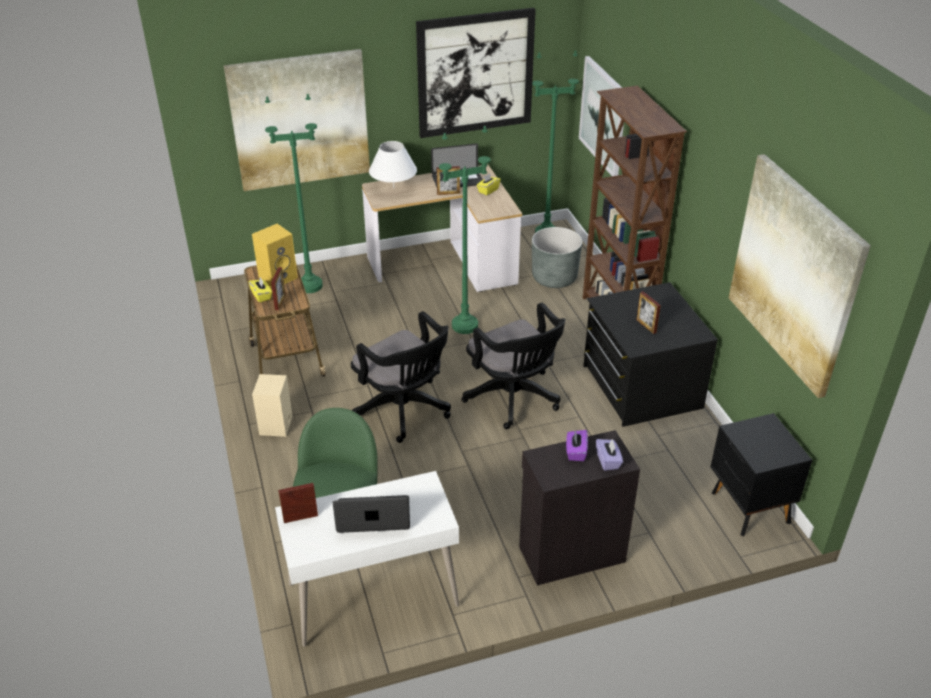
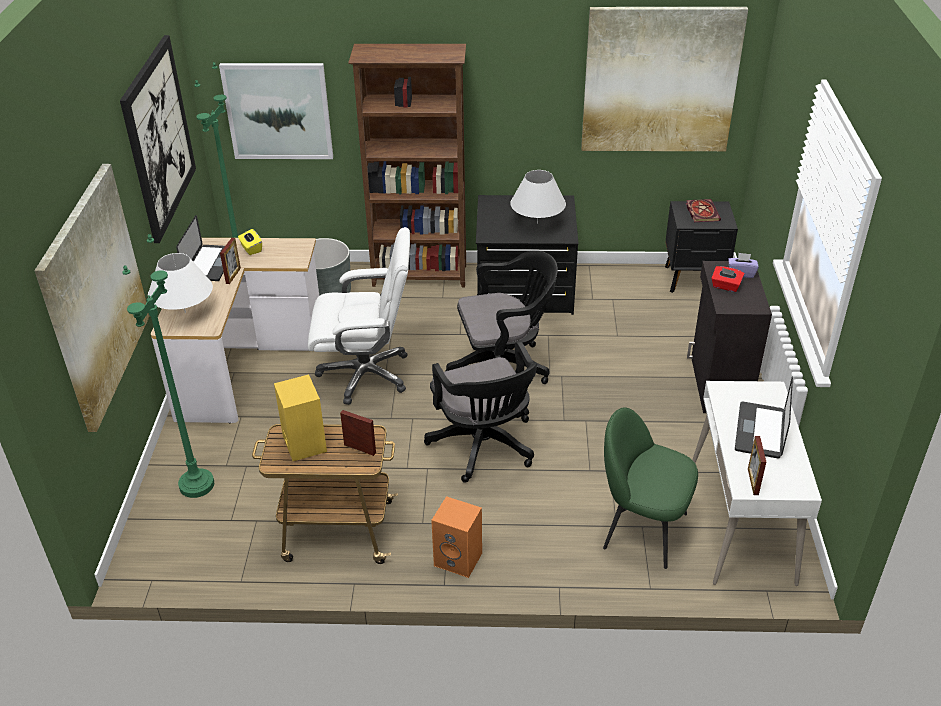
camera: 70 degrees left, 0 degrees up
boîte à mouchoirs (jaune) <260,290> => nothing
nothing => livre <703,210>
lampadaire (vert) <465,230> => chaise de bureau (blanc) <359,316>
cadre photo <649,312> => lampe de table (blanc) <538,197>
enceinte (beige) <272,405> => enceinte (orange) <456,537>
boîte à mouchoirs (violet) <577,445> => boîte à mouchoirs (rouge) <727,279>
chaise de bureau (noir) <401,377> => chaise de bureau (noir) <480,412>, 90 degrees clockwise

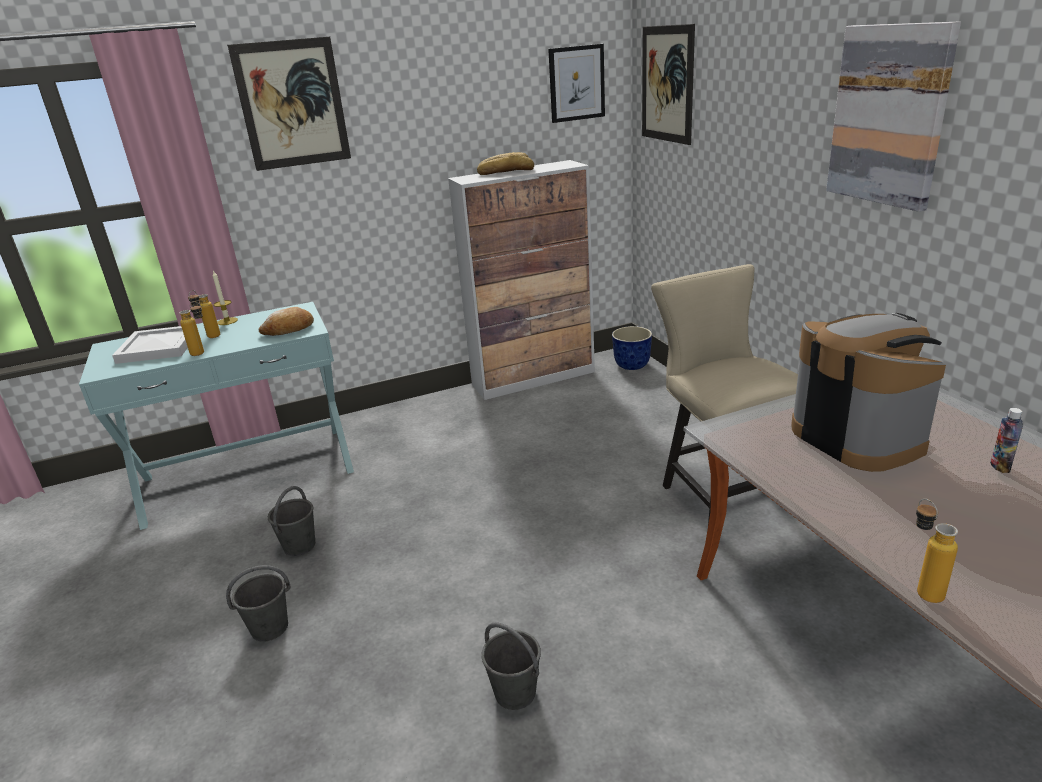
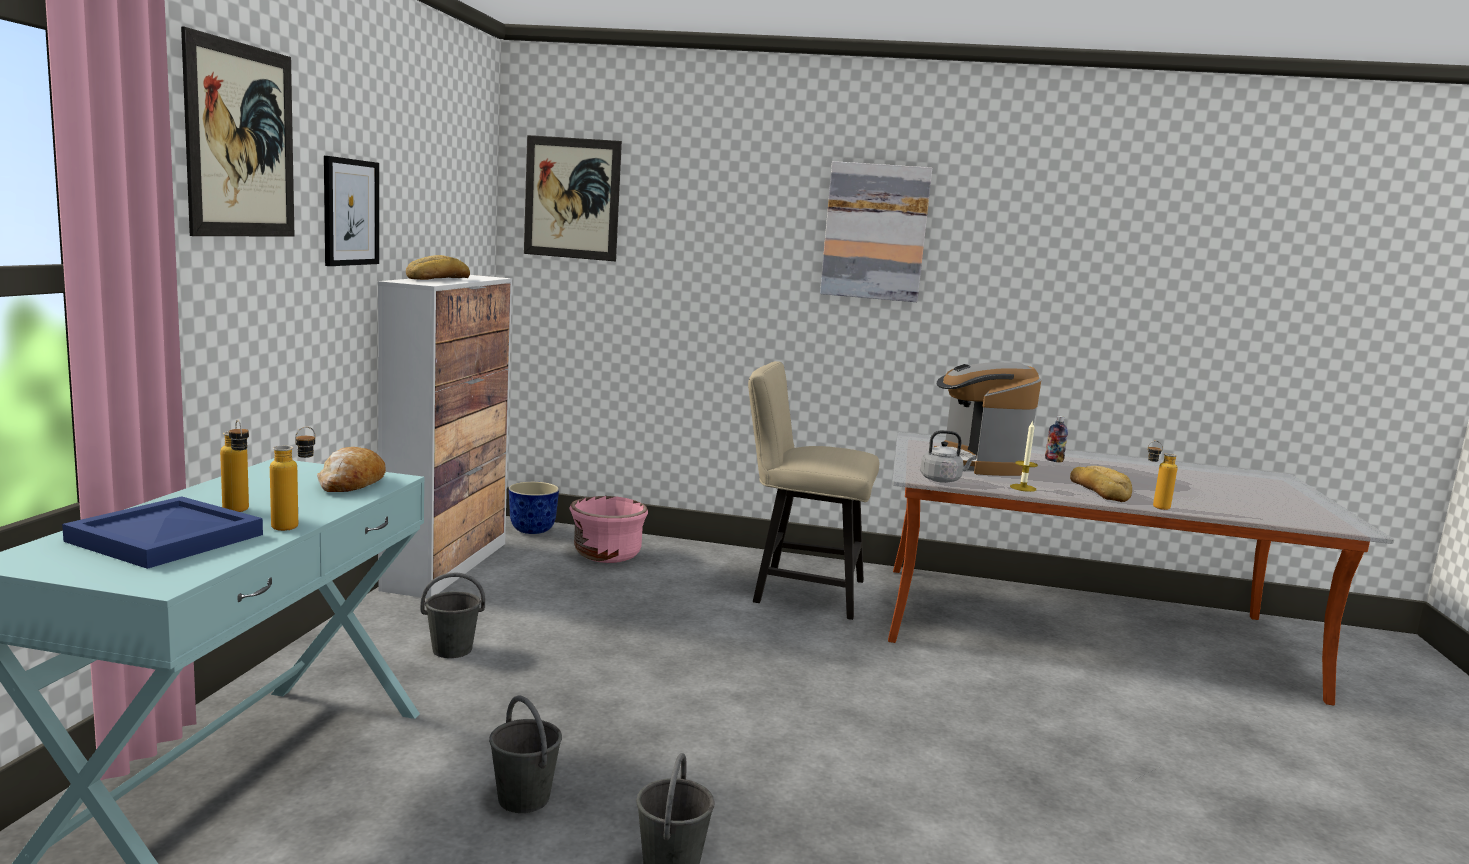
camera: 60 degrees left, 15 degrees down
nothing => cache-pot (rose) <608,529>
nothing => bouilloire (gris) <948,456>
nothing => pain <1101,484>
bougie <225,297> => bougie <1024,456>, move
seau (gris) <511,666> => seau (gris) <452,615>, move
tableau <576,83> => tableau <351,211>, move
plateau (blanc) <150,345> => plateau (bleu) <162,532>
machine à café <868,392> => machine à café <987,419>, 105 degrees counterclockwise

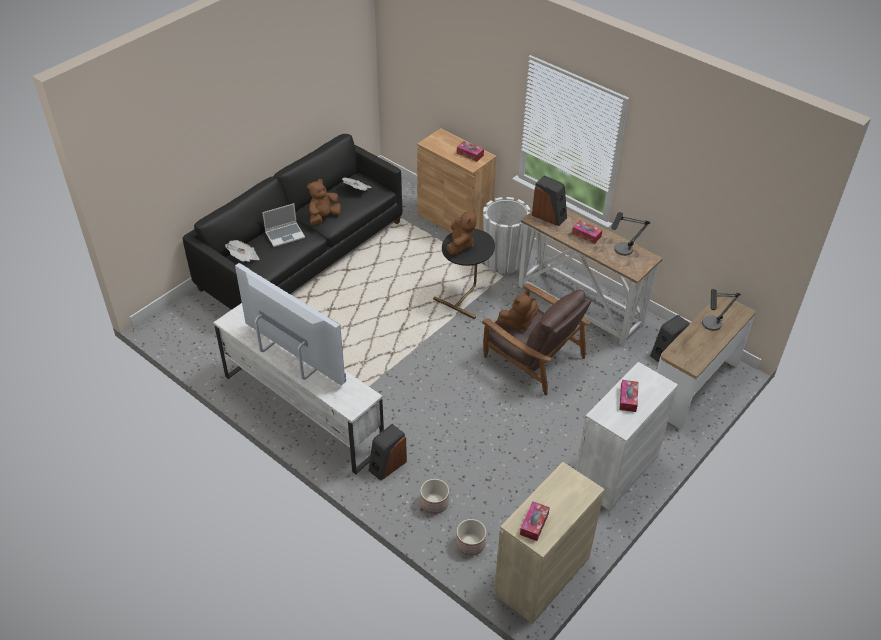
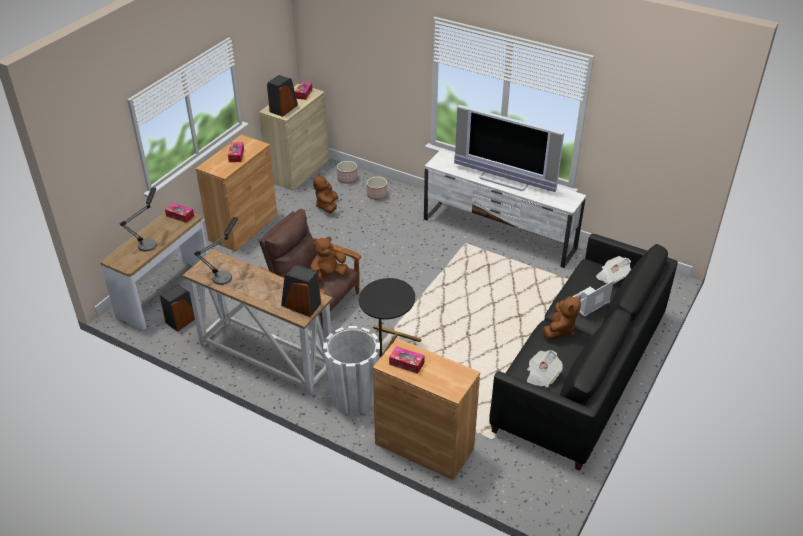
camera: 170 degrees right, 5 degrees down
enceinte <387,452> => enceinte <282,96>, move
peluche (marron) <461,232> => peluche (marron) <325,193>, move
boîte à mouchoirs <587,232> => boîte à mouchoirs <179,213>, move
meuble de rangement (blanc) <627,436> => meuble de rangement (marron) <236,193>

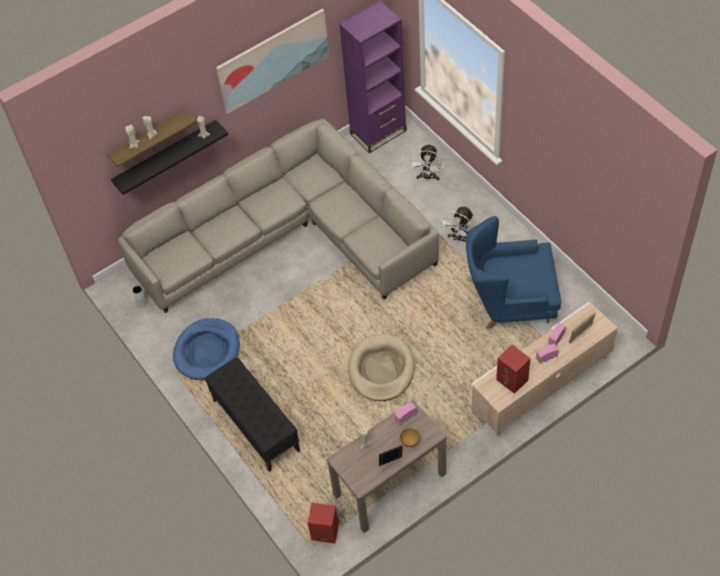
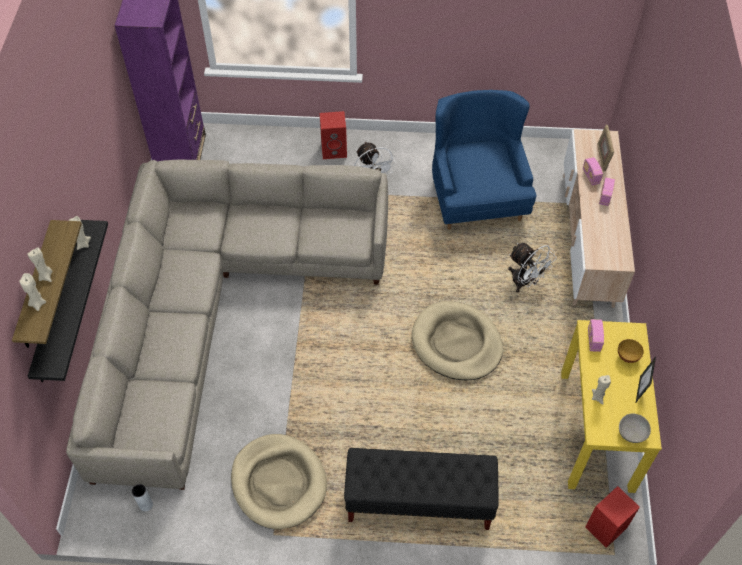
camera: 55 degrees left, 0 degrees up
tableau <272,61> => nothing
nothing => bol (gris) <635,428>
ventilateur (blanc) <427,162> => ventilateur (blanc) <532,268>, move
enceinte (rouge) <513,369> => enceinte (rouge) <333,135>, move
panier pour chien (bleu) <206,349> => panier pour chien (beige) <279,481>
table console (marron) <386,466> => table console (jaune) <611,406>
fauteuil (bleu) <513,272> => fauteuil (bleu) <484,160>, 135 degrees clockwise

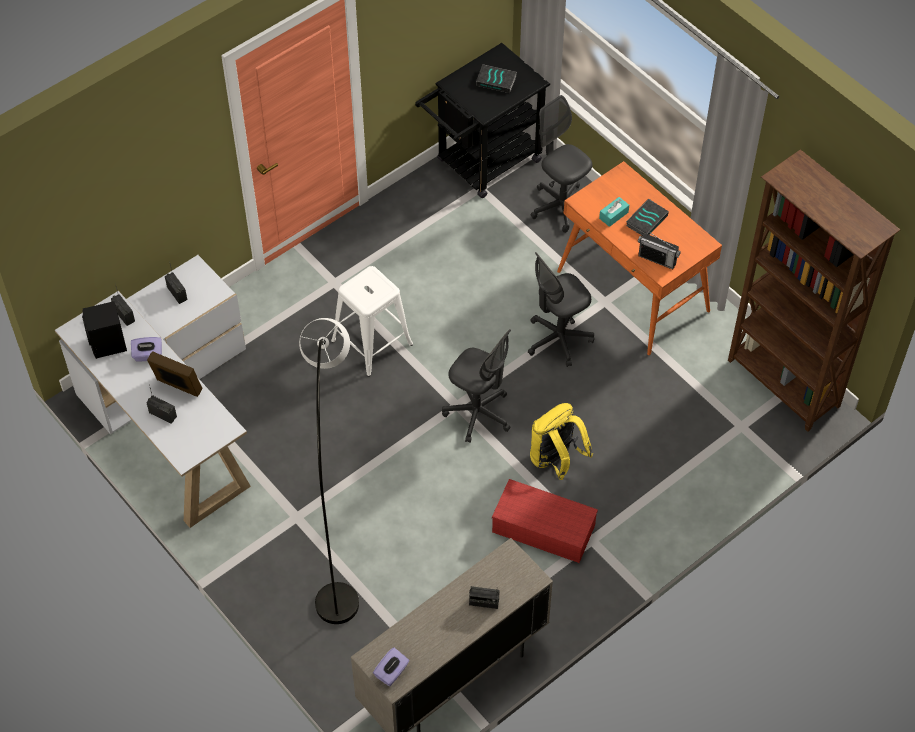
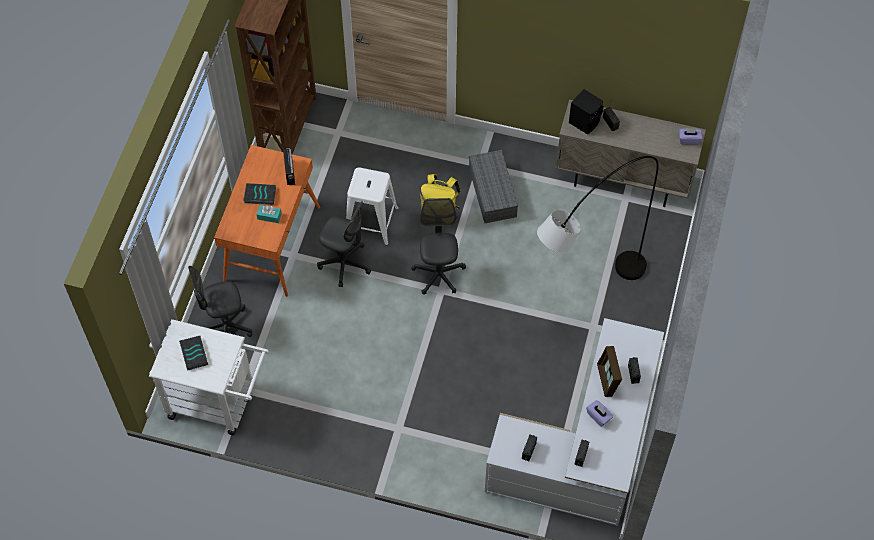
camera: 125 degrees left, 5 degrees up
enceinte (noir) <104,330> => enceinte (noir) <586,112>, move
tabouret (blanc) <372,321> => tabouret (blanc) <372,206>, move
chariot (noir) <482,120> => chariot (blanc) <209,377>
boîte de rangement (rouge) <545,521> => boîte de rangement (gris) <493,187>
chaise de bureau (gris) <561,164> => chaise de bureau (gris) <220,301>, 60 degrees clockwise

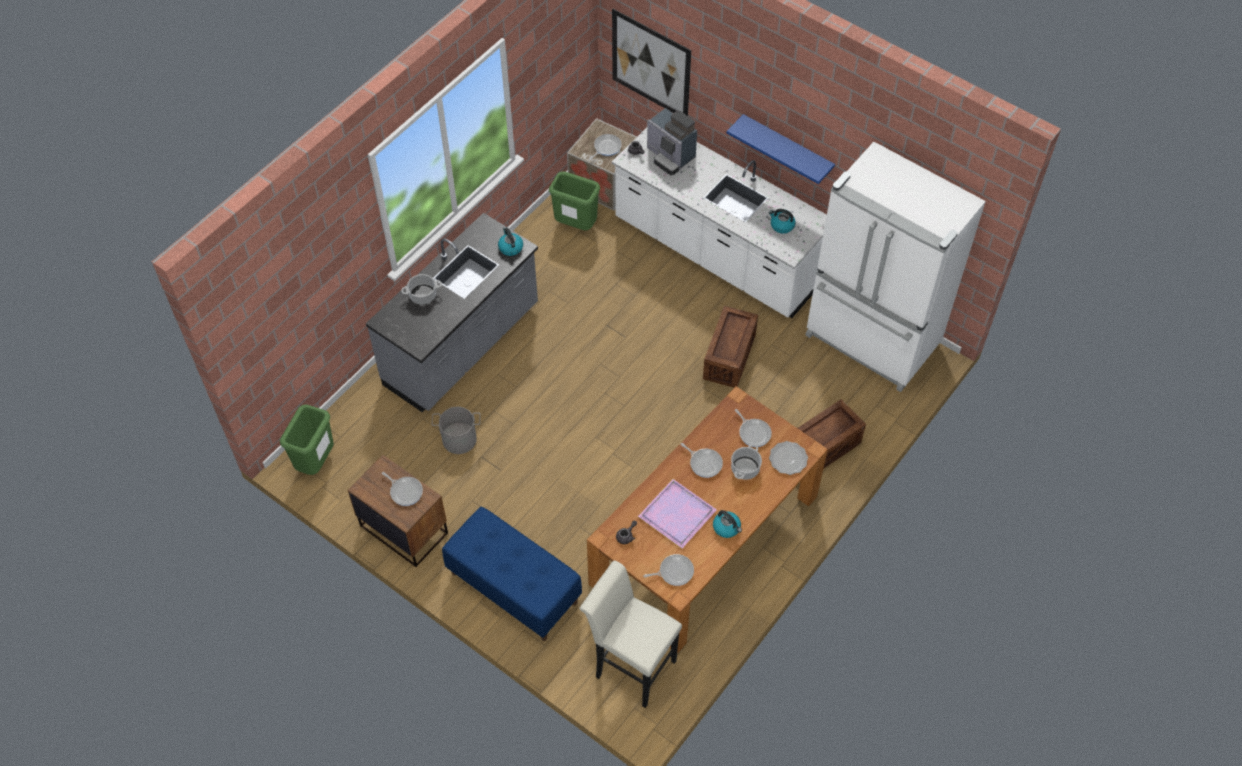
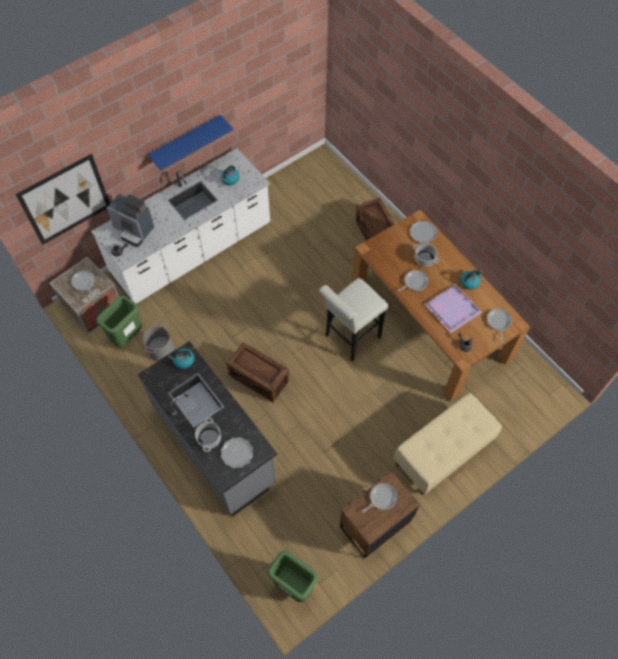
camera: 75 degrees left, 5 degrees up
poêle <753,428> => nothing
réfrigérateur (blanc) <895,267> => nothing
nothing => assiette <237,452>
seau (gris) <456,430> => seau (gris) <158,340>, move
tabouret (blanc) <631,634> => tabouret (blanc) <353,319>, move
caisse <730,347> => caisse <257,372>, move
banc (bleu) <512,574> => banc (beige) <448,444>
machine à café <672,141> => machine à café <130,220>, 60 degrees clockwise

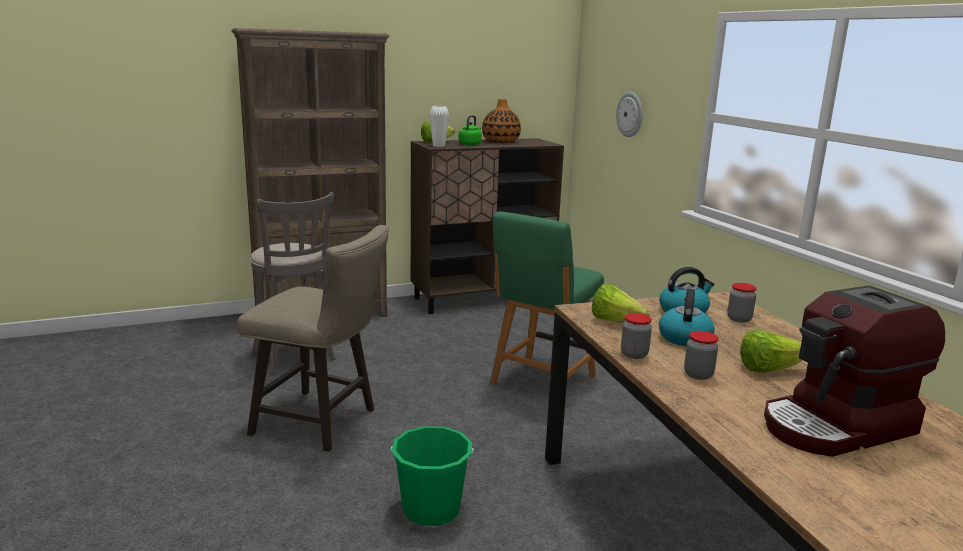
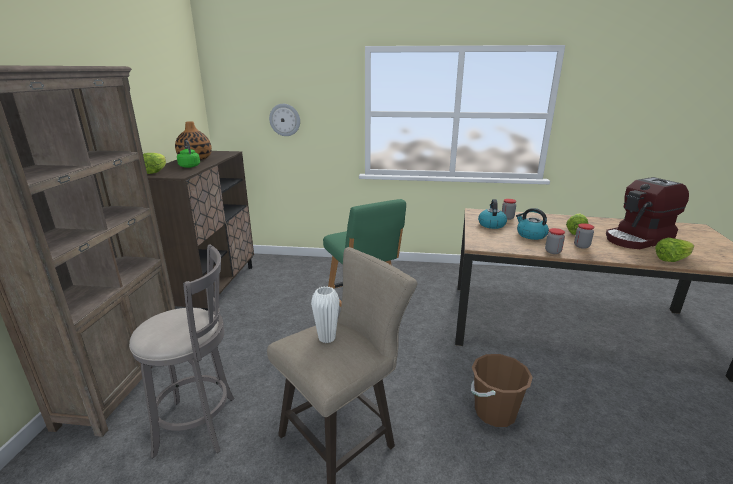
camera: 60 degrees left, 5 degrees up
vase (blanc) <439,126> => vase (blanc) <325,314>, move
laitue <621,303> => laitue <674,250>, move
seau (vert) <432,476> => seau (marron) <502,390>
machine à café <854,371> => machine à café <647,213>, 60 degrees clockwise

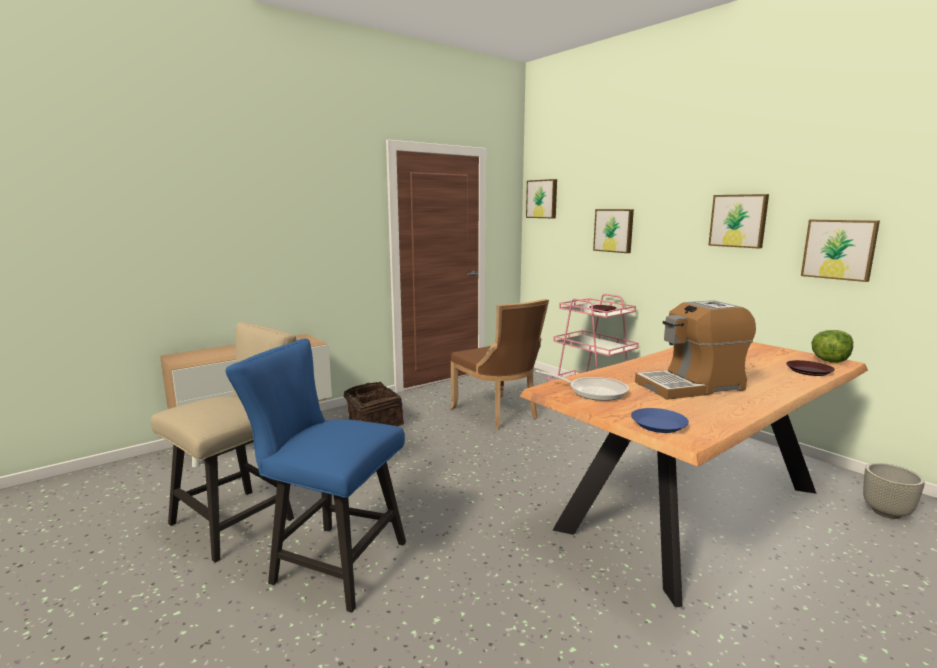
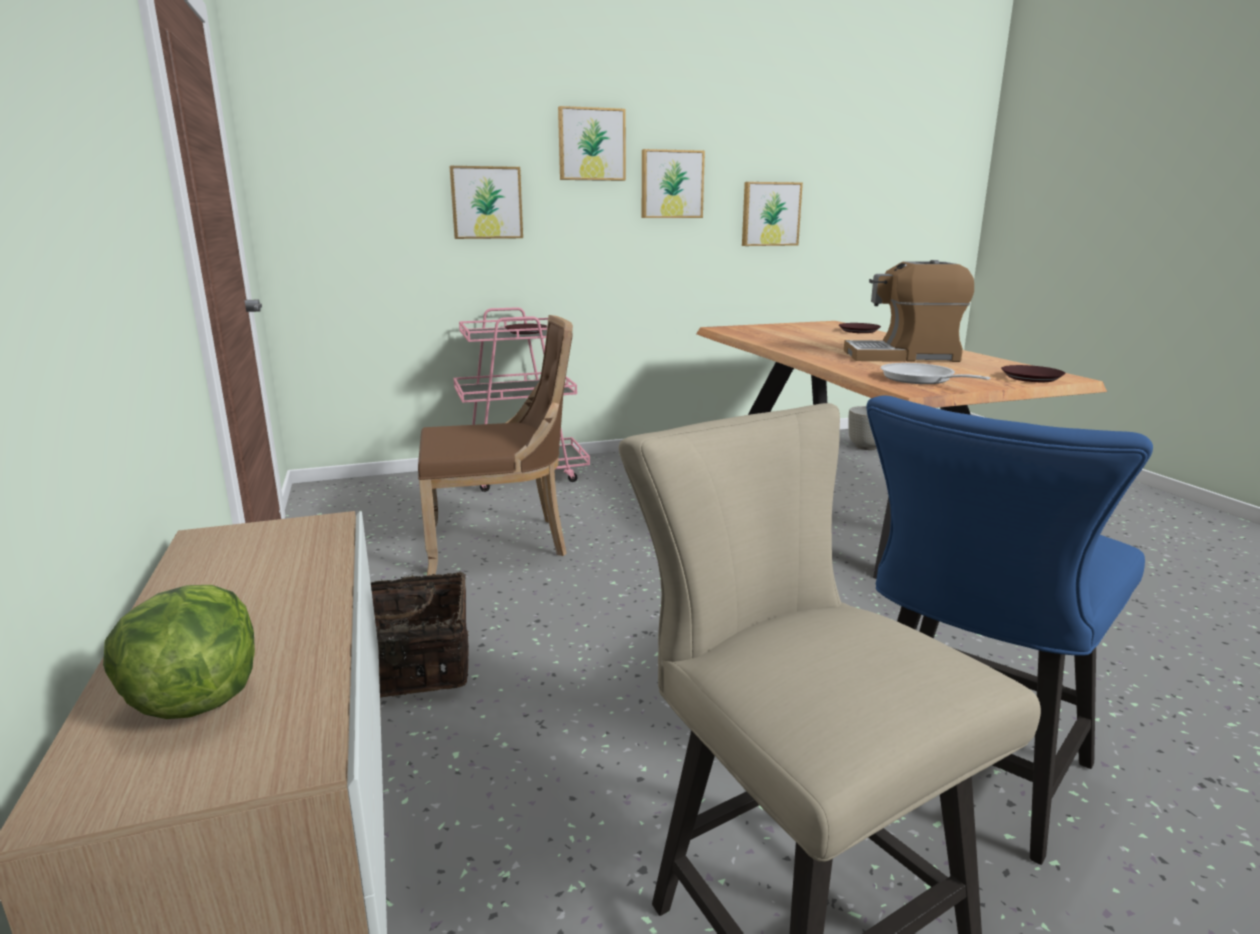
camera: 70 degrees left, 5 degrees up
tableau <541,198> => tableau <592,143>, move
laitue <832,346> => laitue <179,652>, move
assiette (bleu) <660,420> => assiette (marron) <1033,373>
poêle <582,385> => poêle <935,373>, 75 degrees counterclockwise
machine à café <695,350> => machine à café <909,311>, 90 degrees clockwise

